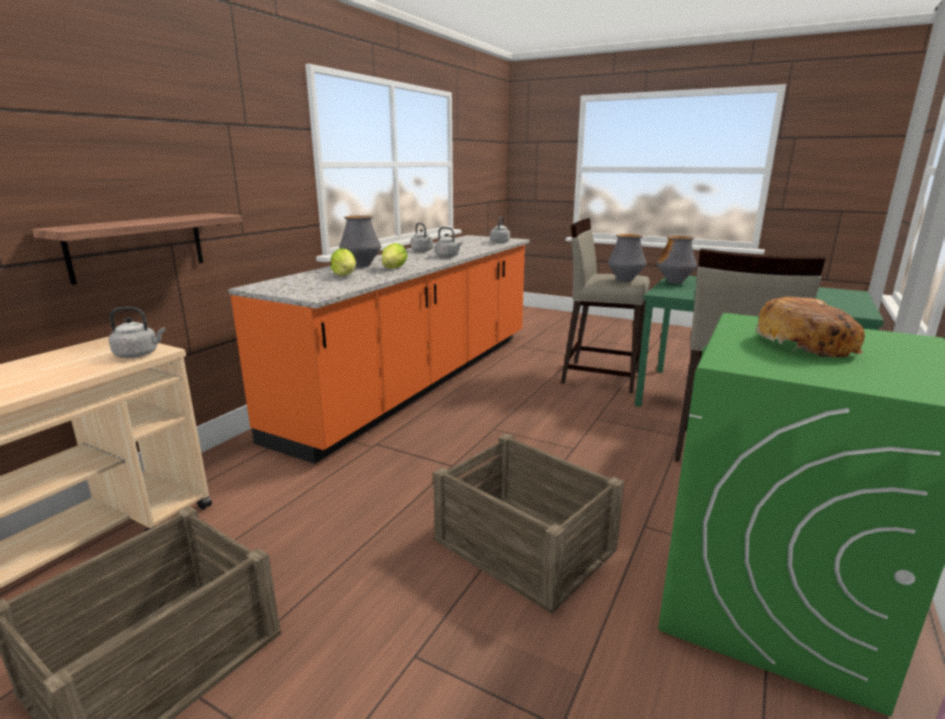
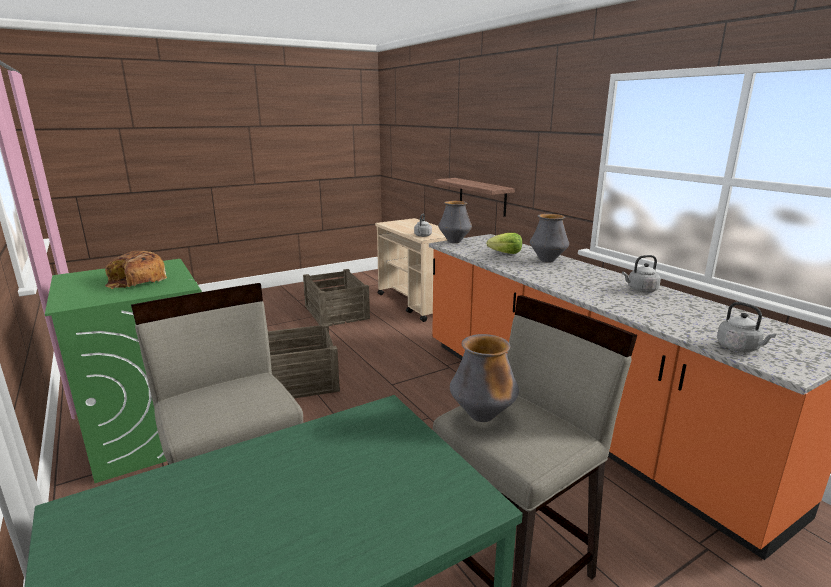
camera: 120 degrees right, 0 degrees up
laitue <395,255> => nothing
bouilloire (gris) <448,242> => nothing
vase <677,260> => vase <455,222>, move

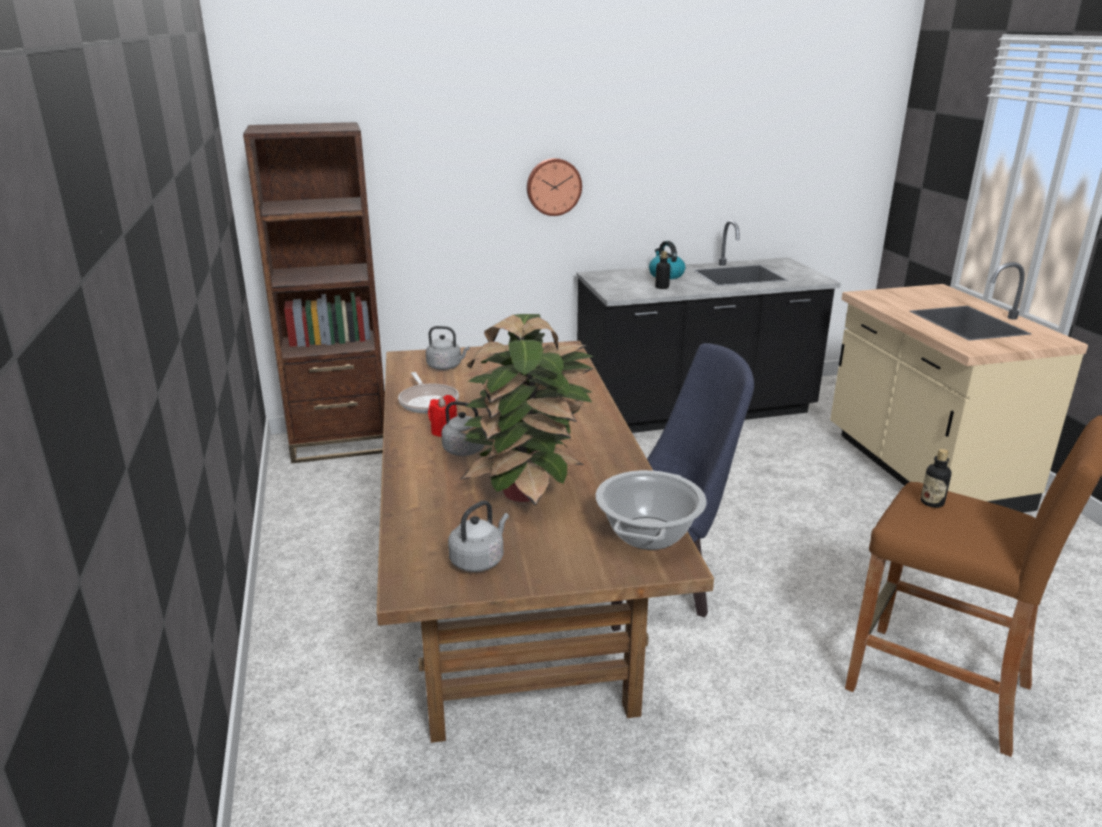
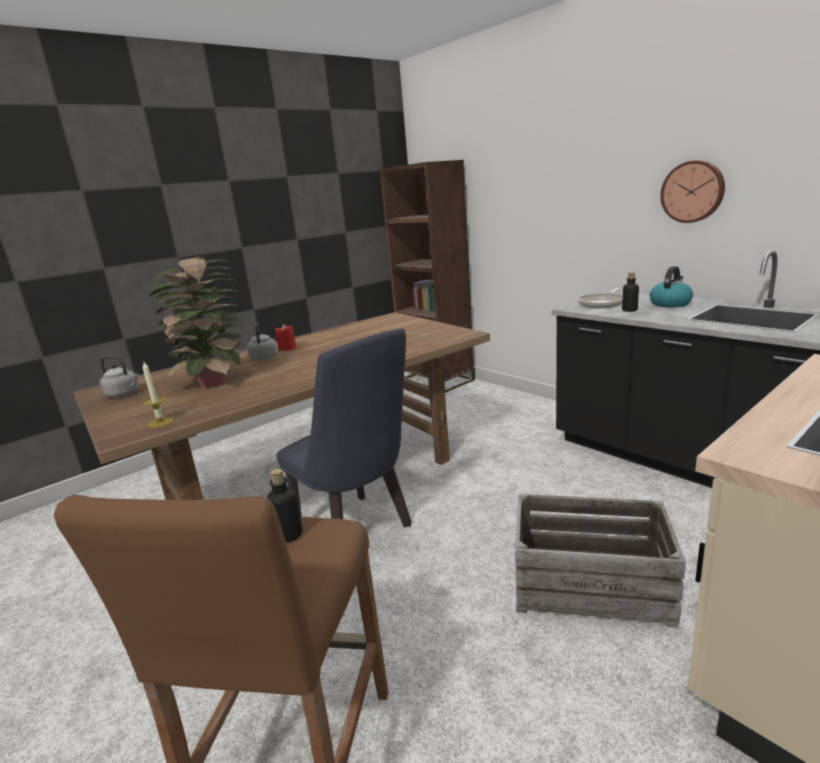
camera: 65 degrees right, 5 degrees down
bouilloire (gris) <448,348> => nothing
nothing => caisse <600,561>
poêle <428,393> => poêle <600,298>, move
horloge murale <554,187> => horloge murale <692,191>, move
marmite <651,510> => bougie <157,395>

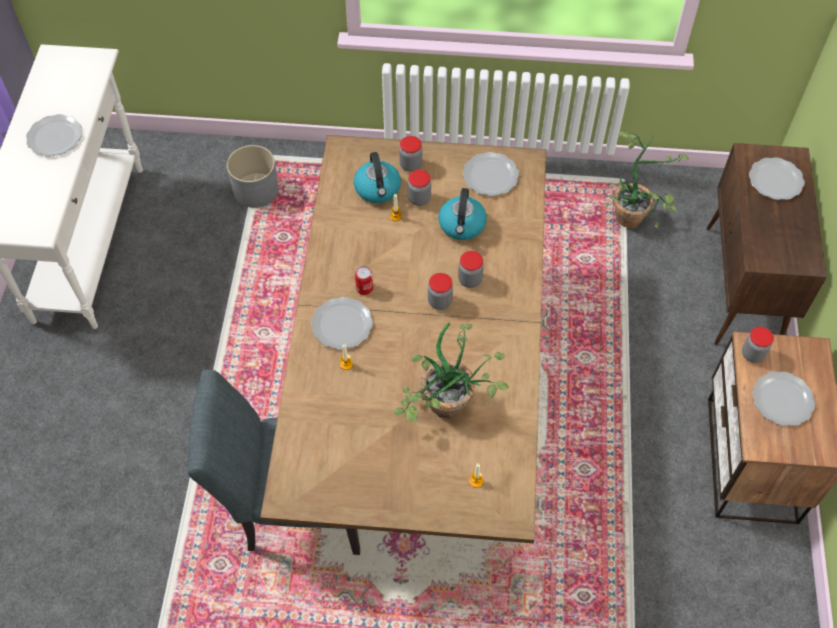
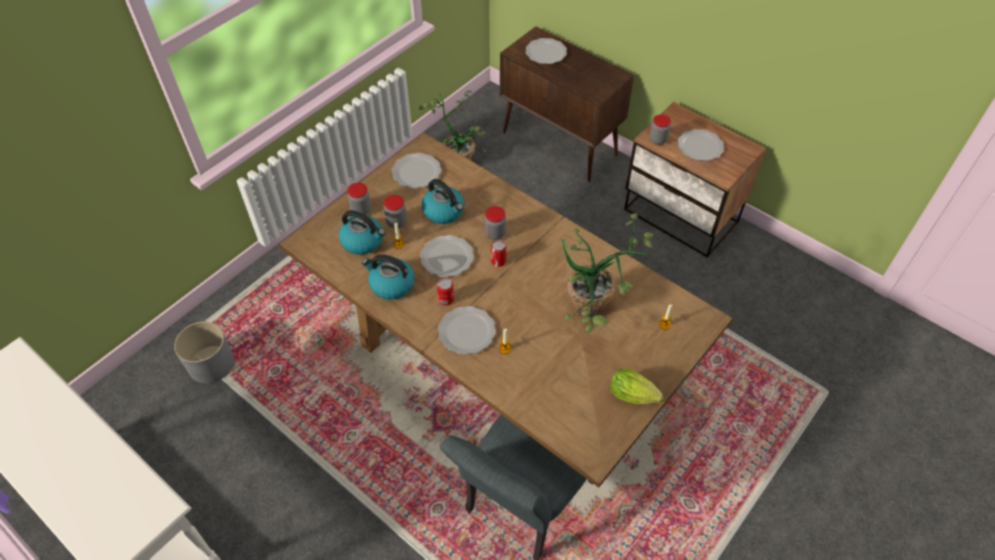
camera: 55 degrees left, 5 degrees down
nothing => bouilloire <388,277>
nothing => laitue <636,386>
assiette <54,135> => assiette <447,256>, move
bocal <440,291> => boîte métallique <498,253>

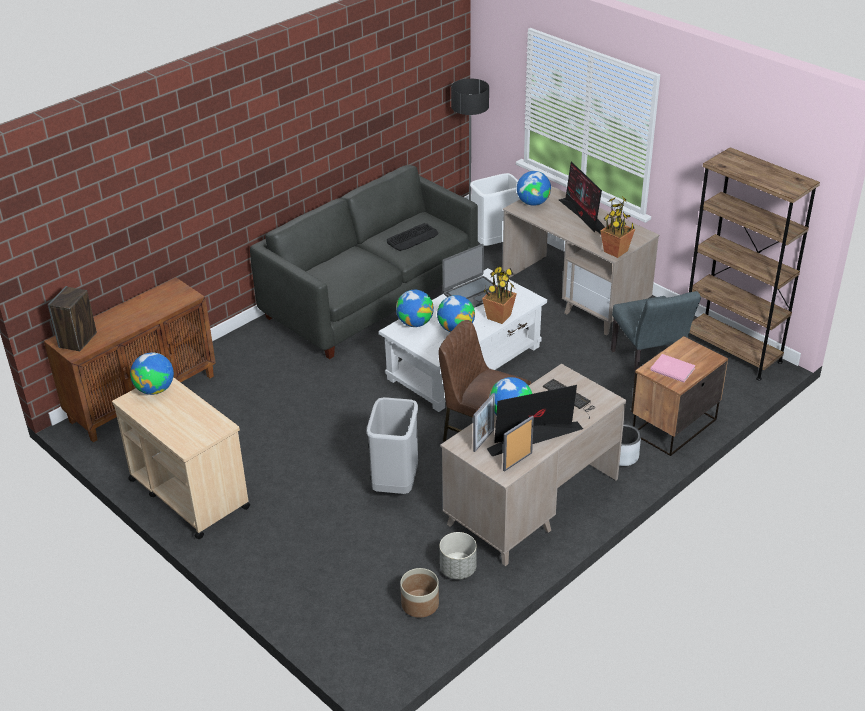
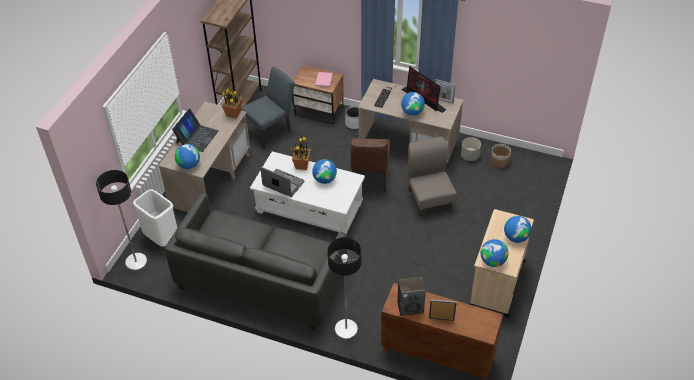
camera: 115 degrees left, 10 degrees up
clavier <413,237> => nothing
nothing => lampadaire <344,288>
enceinte <72,318> => enceinte <411,296>, move
globe <415,308> => globe <518,229>, move
cadre photo <484,422> => cadre photo <443,310>, move
poubelle (gris) <392,445> => chaise (gris) <432,176>
écran d'ordinateur <582,197> => ordinateur portable <195,130>

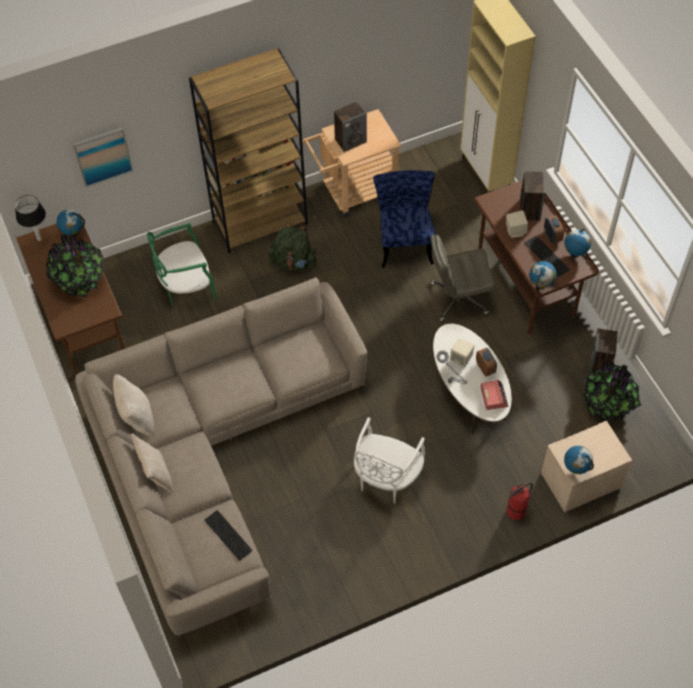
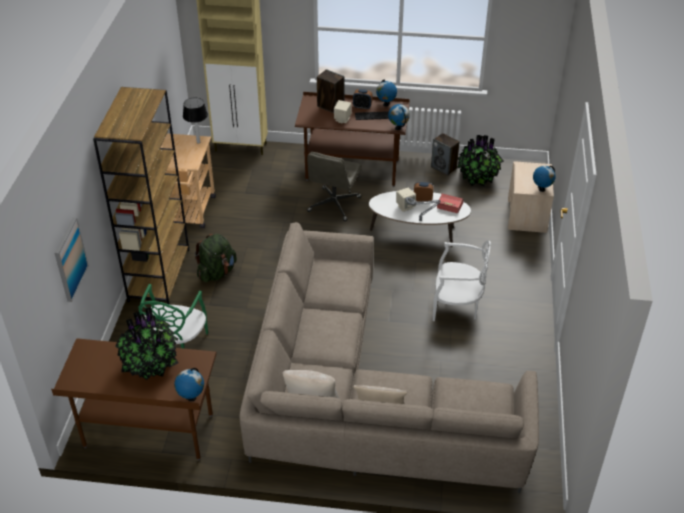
camera: 60 degrees left, 15 degrees down
clavier <228,535> => nothing
enceinte <350,126> => nothing
chaise (bleu) <404,219> => nothing
extincteur <520,501> => nothing
lampe de table <30,218> => lampe de table <195,121>, move
globe <70,223> => globe <189,384>, move
chaise (blanc) <389,460> => chaise (blanc) <462,281>, 45 degrees counterclockwise

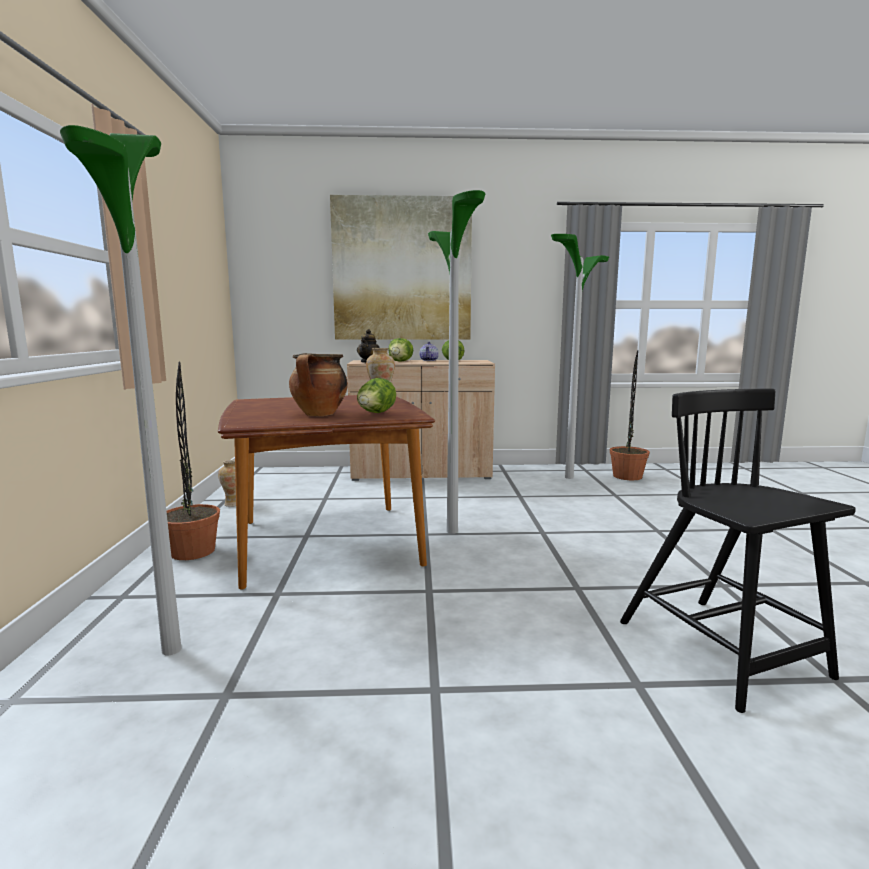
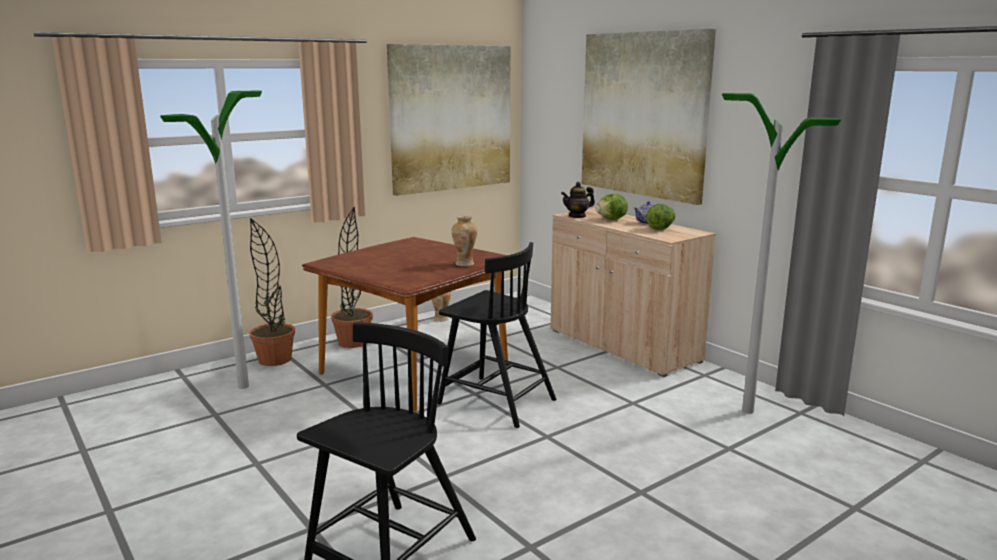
camera: 55 degrees right, 5 degrees up
marmite <318,384> => nothing
laitue <376,395> => nothing
nothing => tableau <449,120>
plante en pot <630,415> => plante en pot <272,292>, move
lampadaire <456,362> => chaise (noir) <496,335>

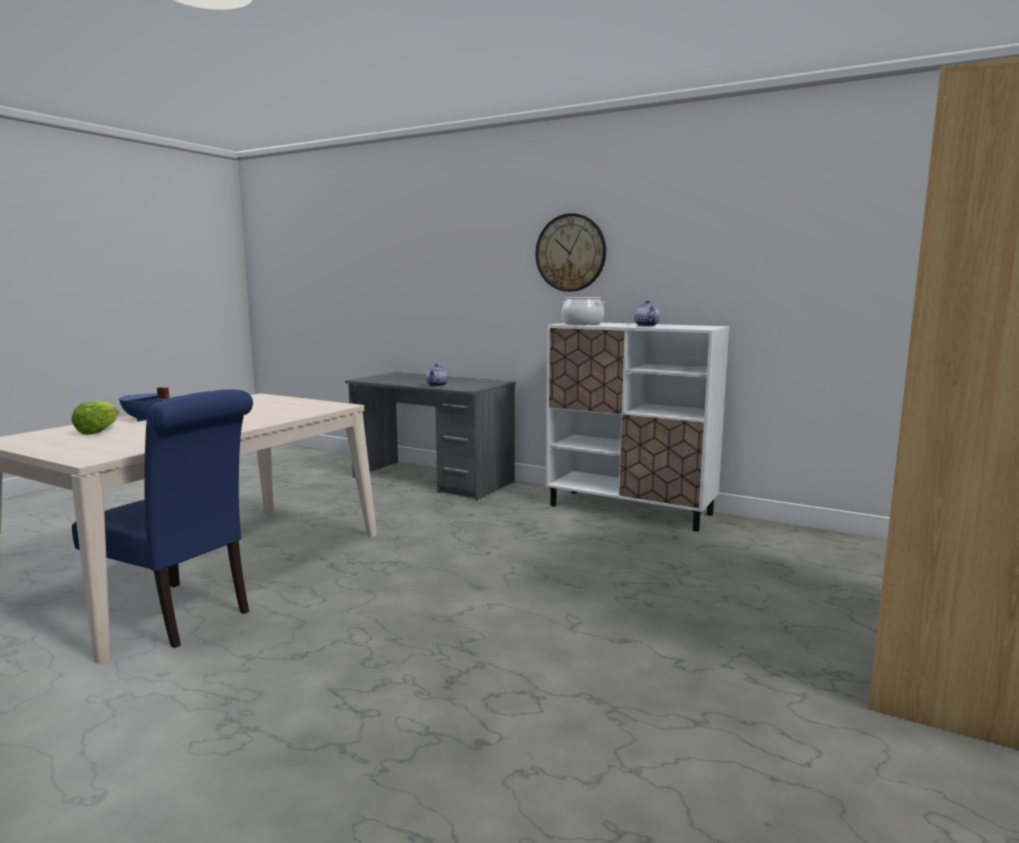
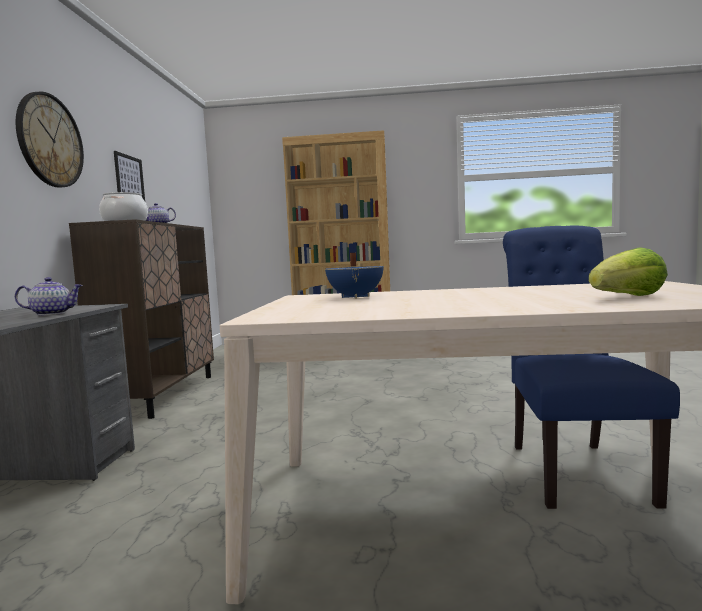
camera: 115 degrees left, 5 degrees down
nothing => tableau <129,176>
marmite (bleu) <144,404> => marmite (bleu) <354,275>, move
meuble de rangement (blanc) <637,427> => meuble de rangement (marron) <141,319>

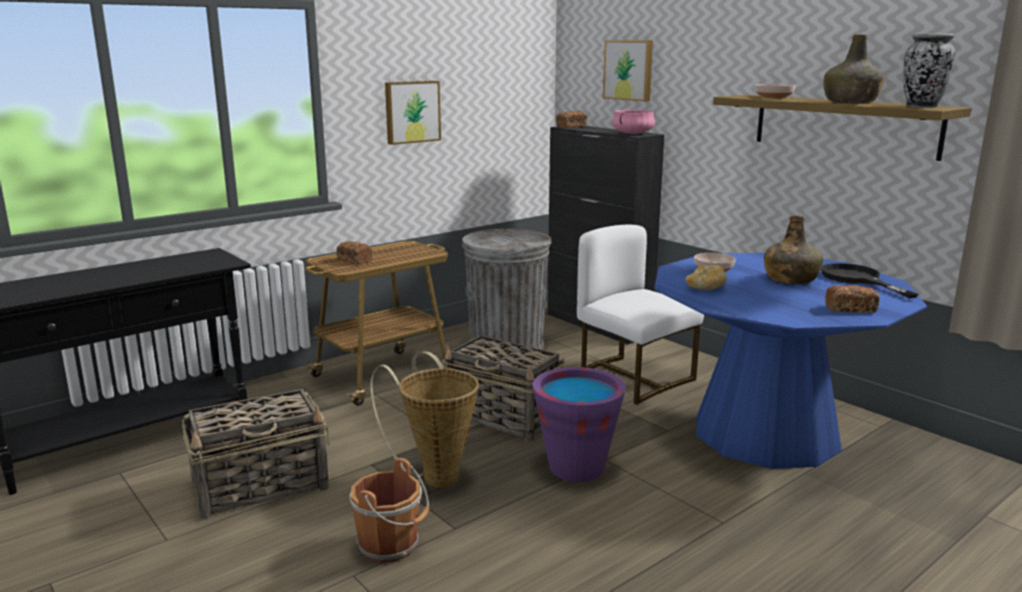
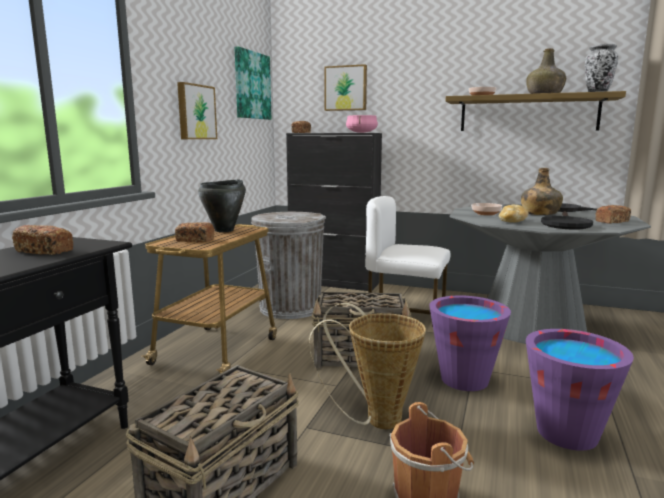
camera: 30 degrees left, 5 degrees down
nothing => pain <42,240>
nothing => marmite (noir) <222,205>
nothing => tableau <252,83>
nothing => seau (violet) <580,390>
nothing => poêle (noir) <567,220>
table à manger (bleu) <790,361> => table à manger (gris) <550,274>

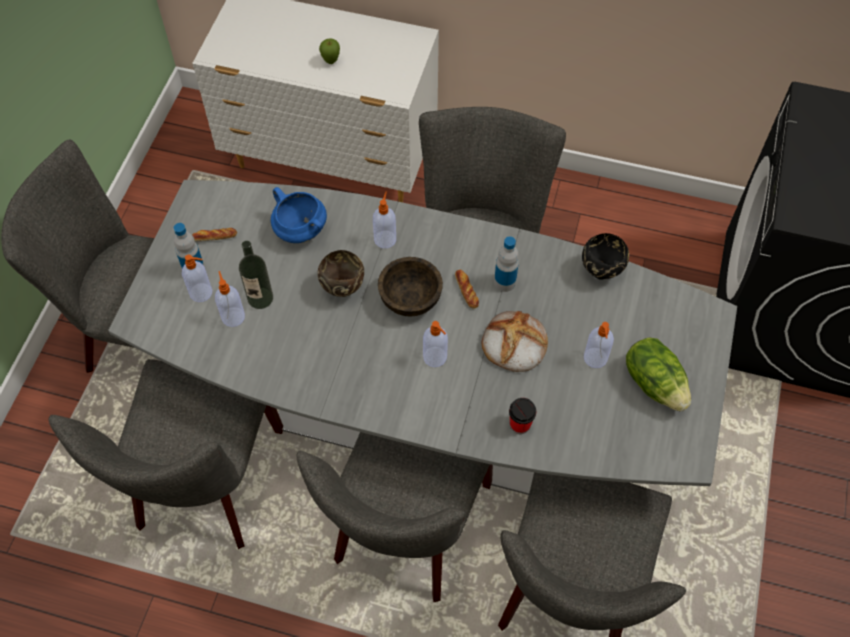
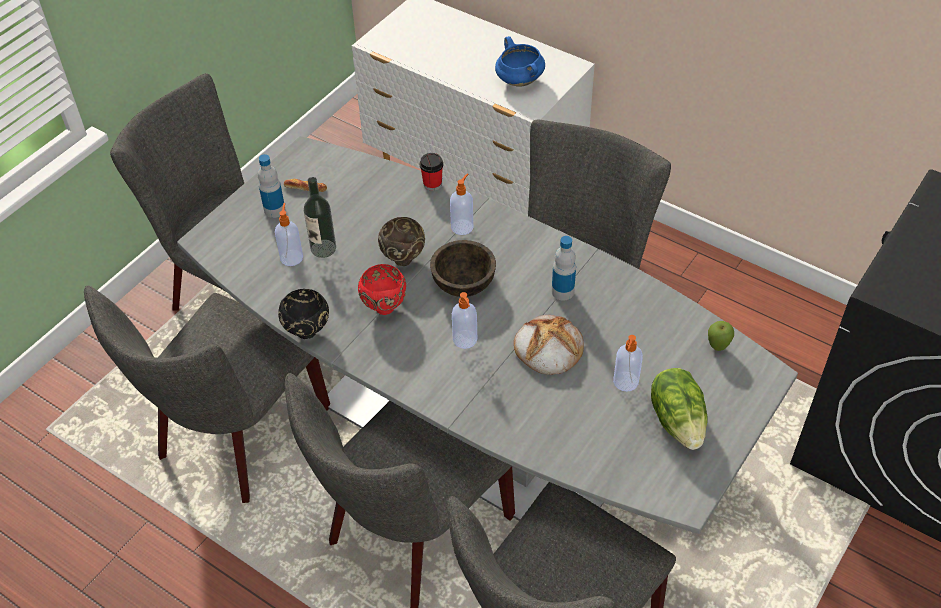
camera: 20 degrees right, 10 degrees down
distributeur de savon <197,278> => nothing
pain <467,289> => nothing
nothing => bol (rouge) <382,289>
marmite (bleu) <299,215> => marmite (bleu) <520,61>, move
pomme <329,51> => pomme <721,336>, move
tasse <522,416> => tasse <431,172>, move
bol (noir) <605,256> => bol (noir) <303,314>, move

